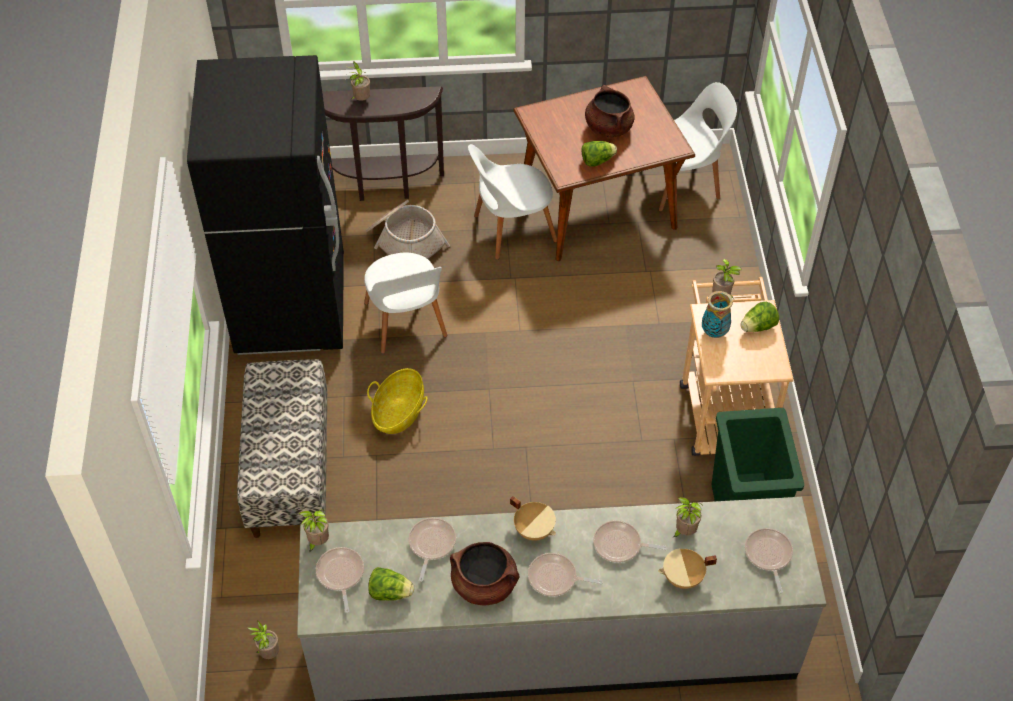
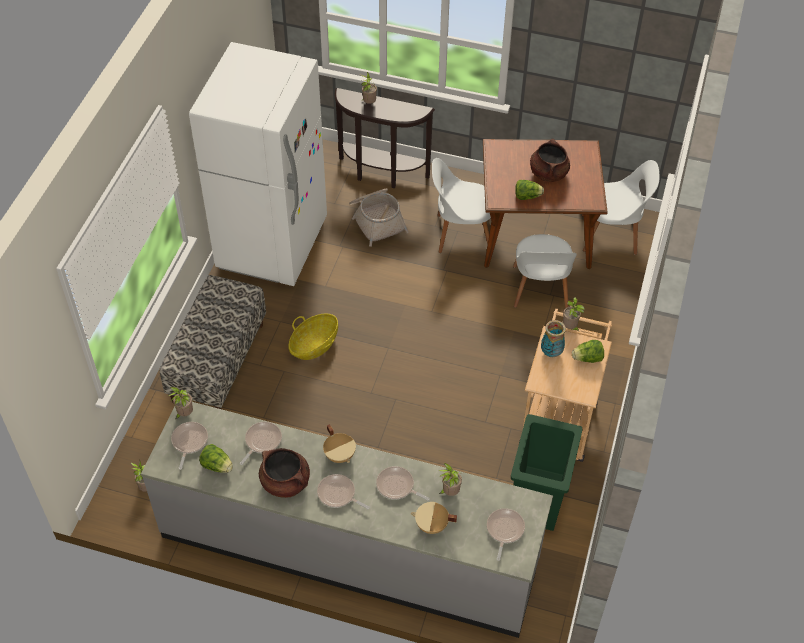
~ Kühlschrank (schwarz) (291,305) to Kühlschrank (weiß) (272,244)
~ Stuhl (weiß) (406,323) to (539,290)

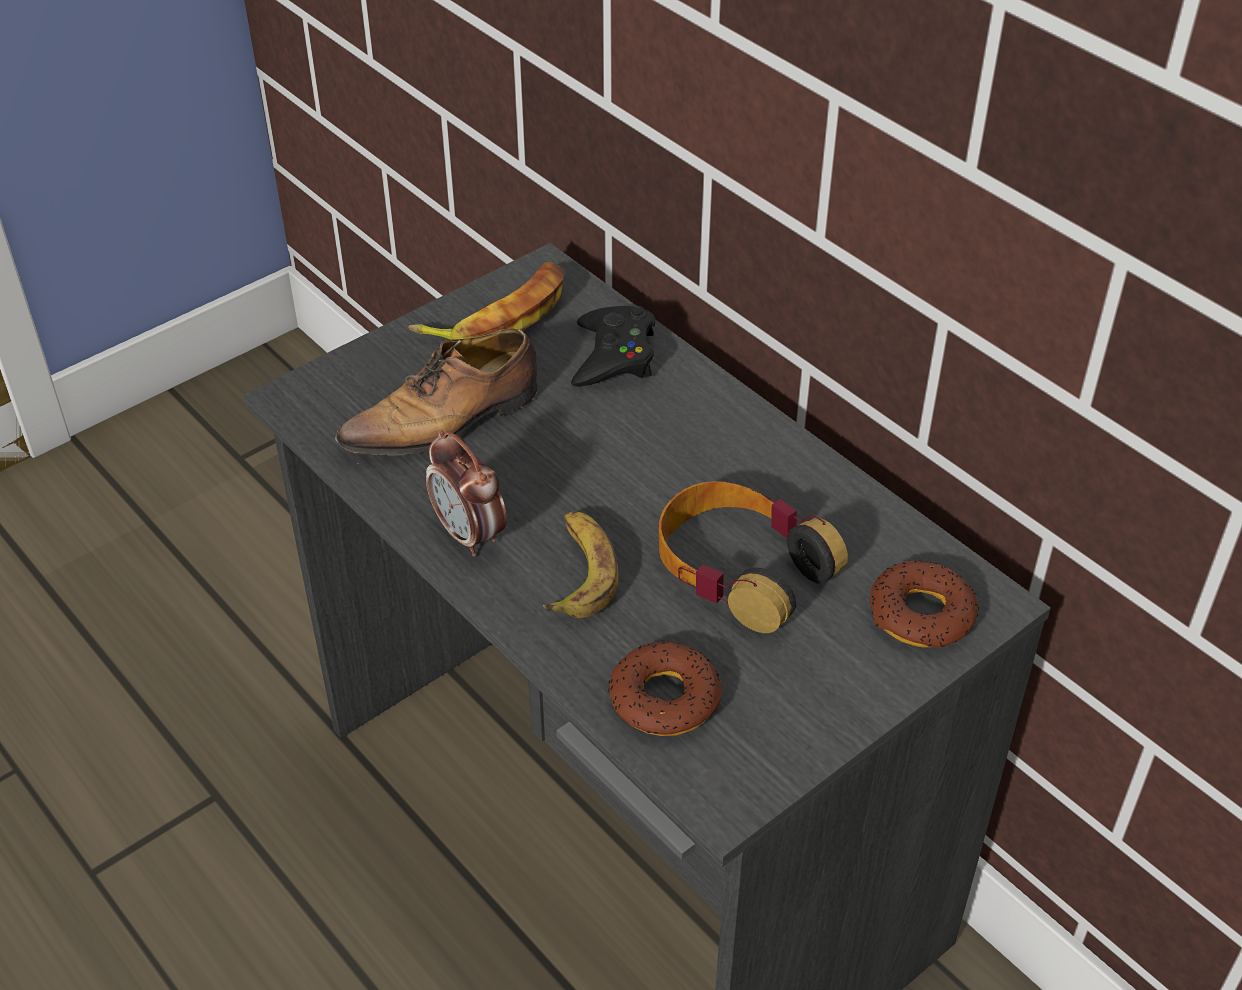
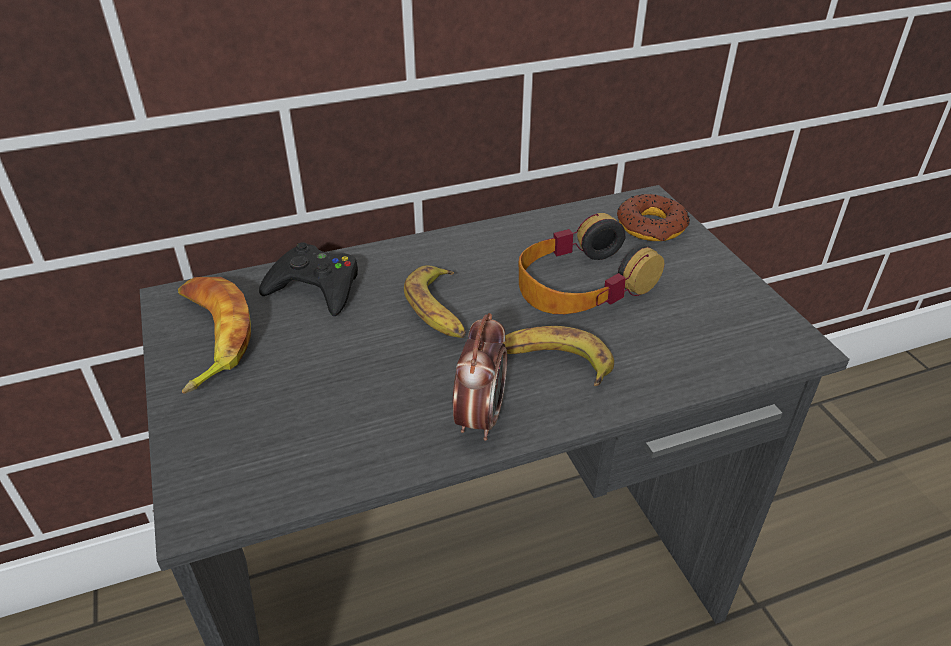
- Schuh (447,420)
~ Wecker (469,535) = (480,418) 60 degrees counterclockwise
- Donut (665,698)
+ Banane (439,310)

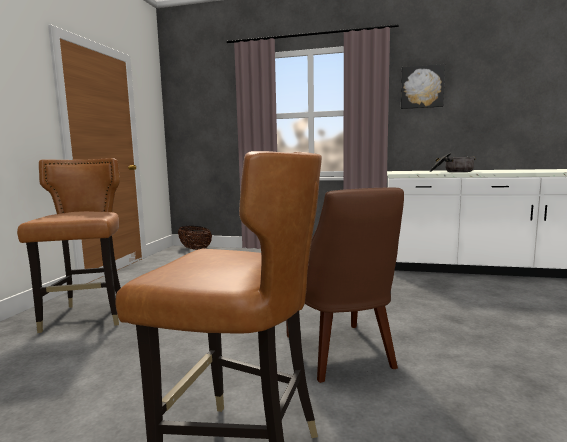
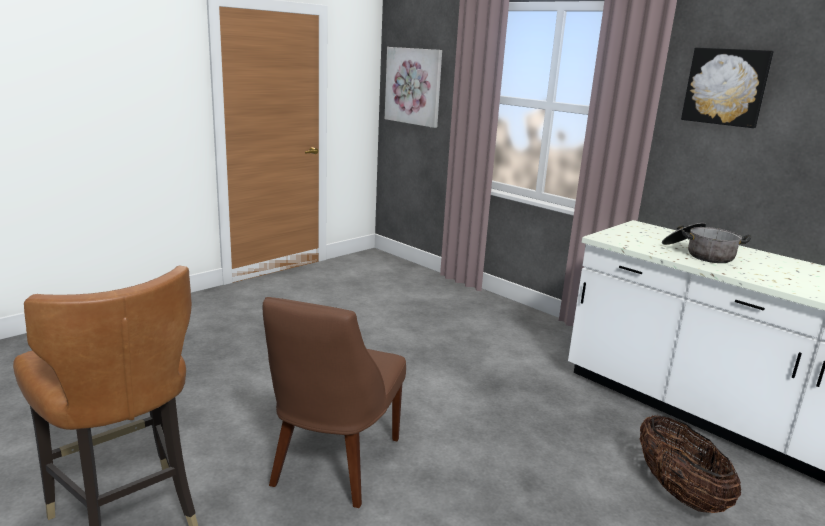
- Stuhl (braun) (88,317)
~ Korb (195,249) to (678,491)
+ Bild (413,86)

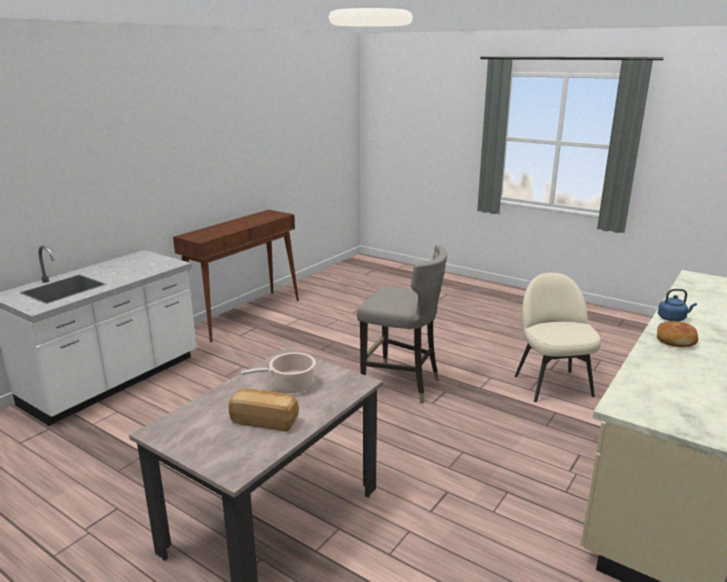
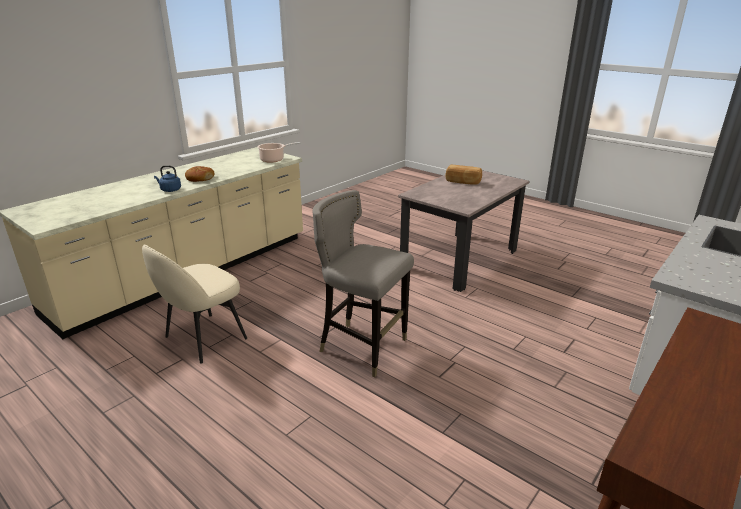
~ Kochtopf (290,385) to (274,159)
~ Stuhl (beige) (552,385) = (203,338) 45 degrees clockwise

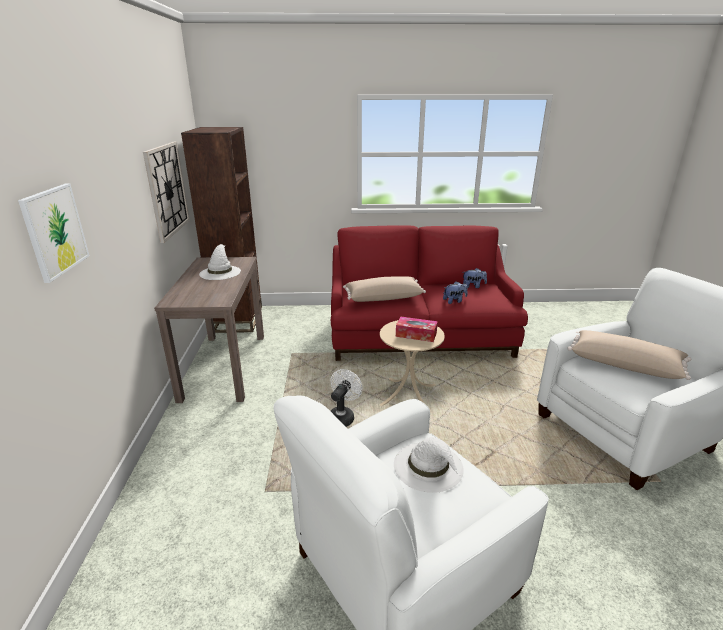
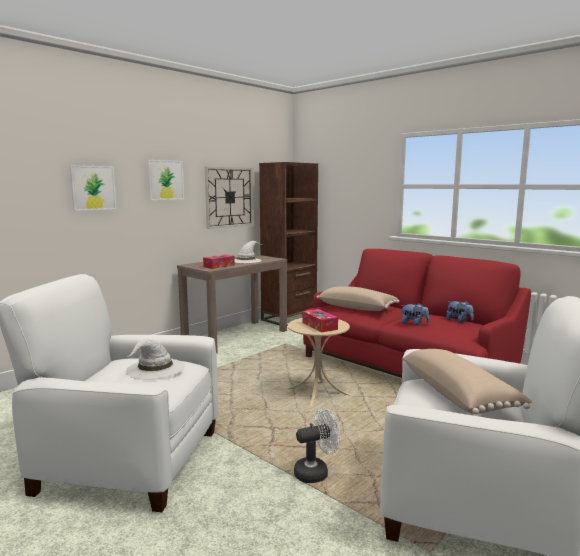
~ Ventilator (weiß) (343,416) to (316,472)
+ Bild (165,180)
+ Taschentuchbox (219,266)

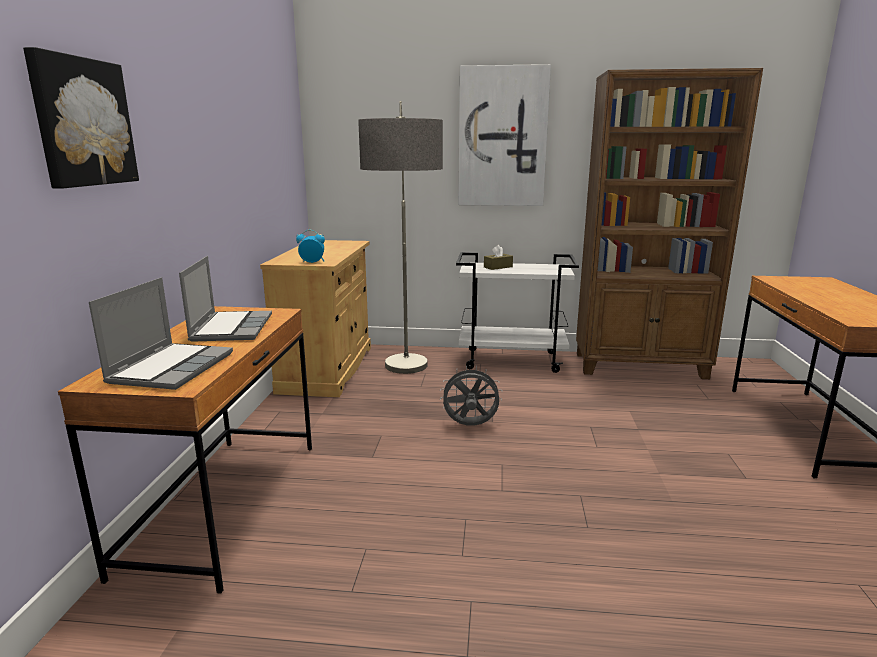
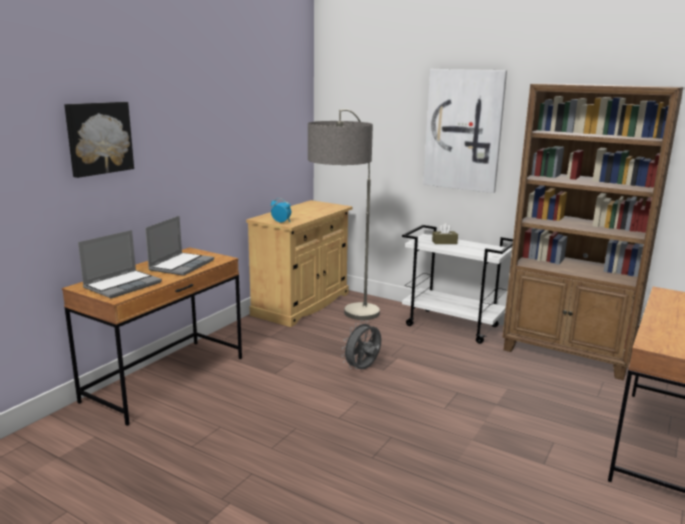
~ Ventilator (grau) (470,426) = (362,369) 75 degrees counterclockwise

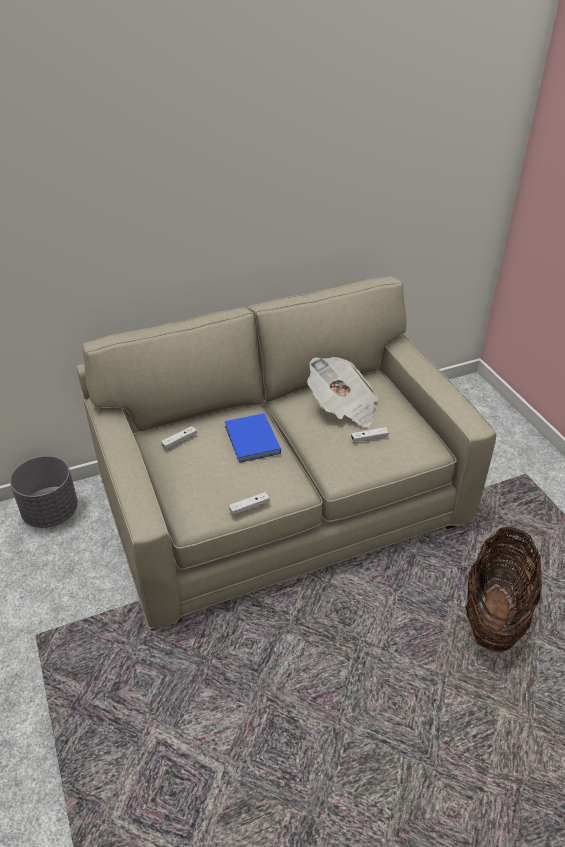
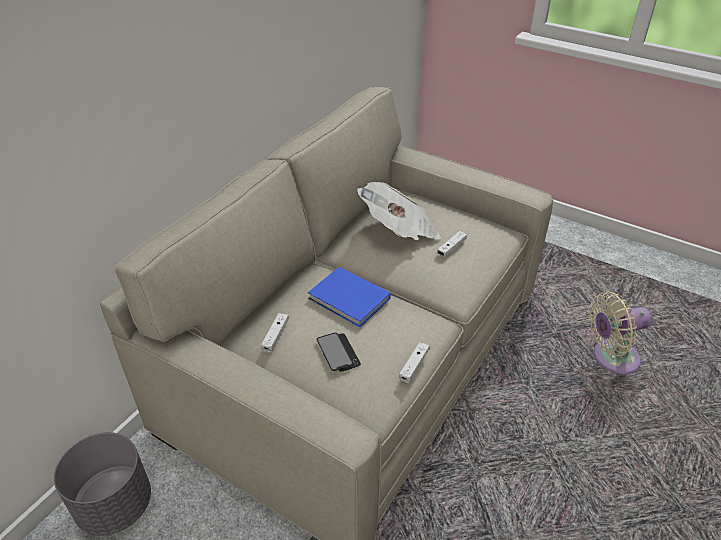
~ Korb (494,613) to Ventilator (beige) (611,358)
+ Handy (338,353)

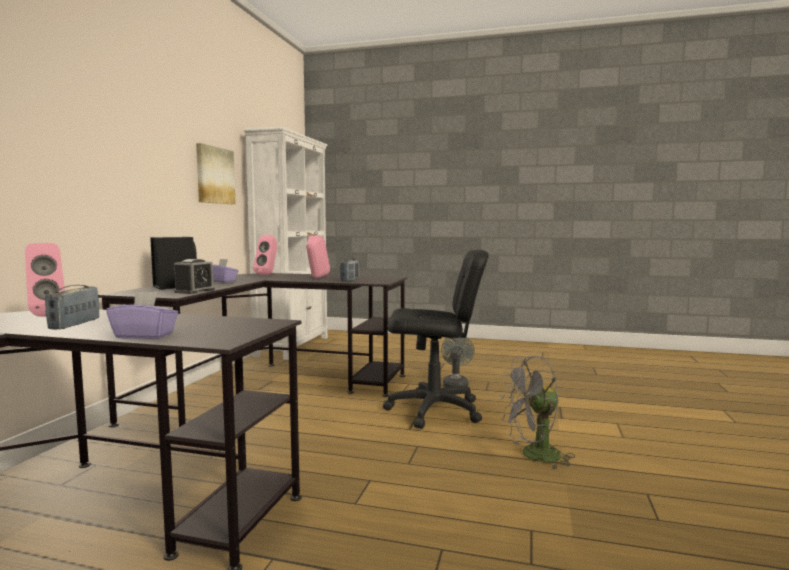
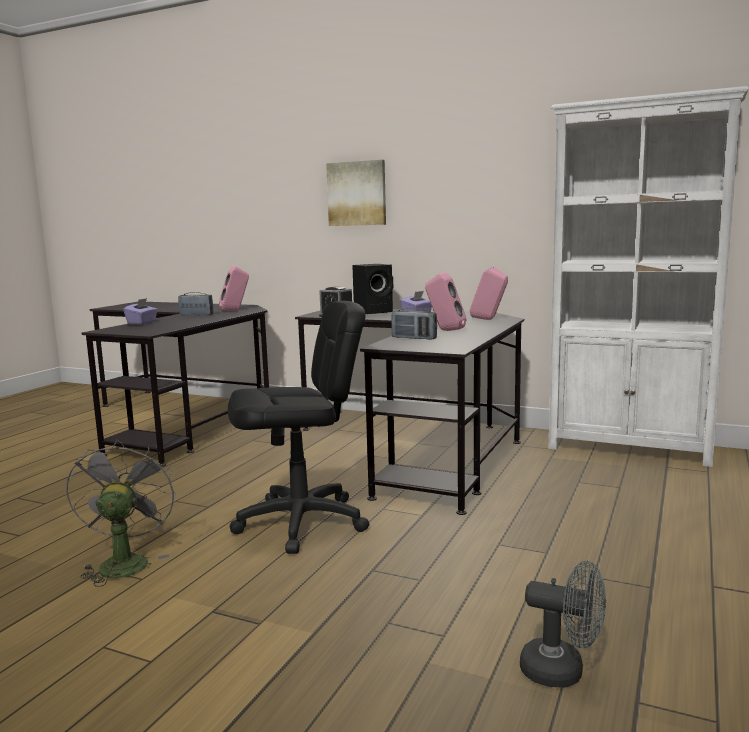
~ Bild (214,175) to (357,193)
~ Bürostuhl (schwarz) (434,410) = (301,523) 120 degrees counterclockwise
~ Ventilator (grau) (456,384) to (562,671)

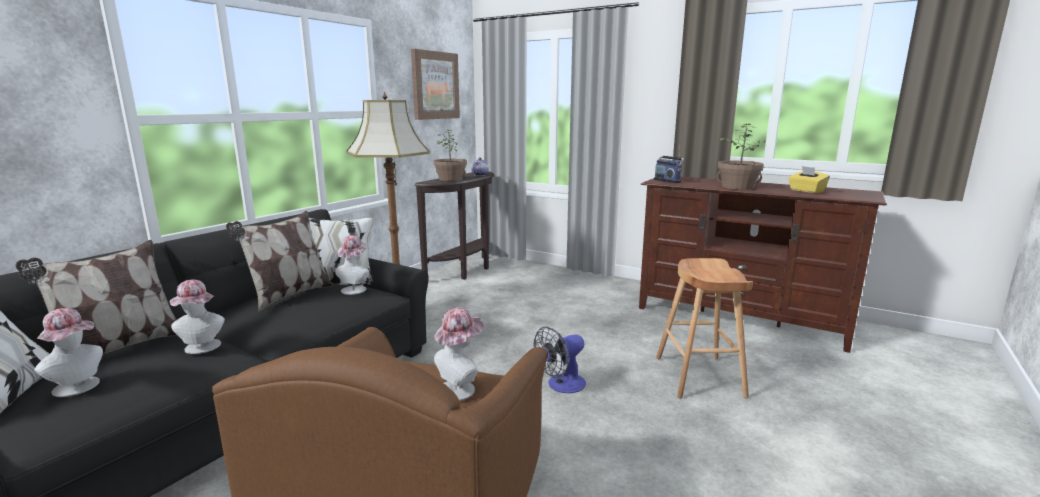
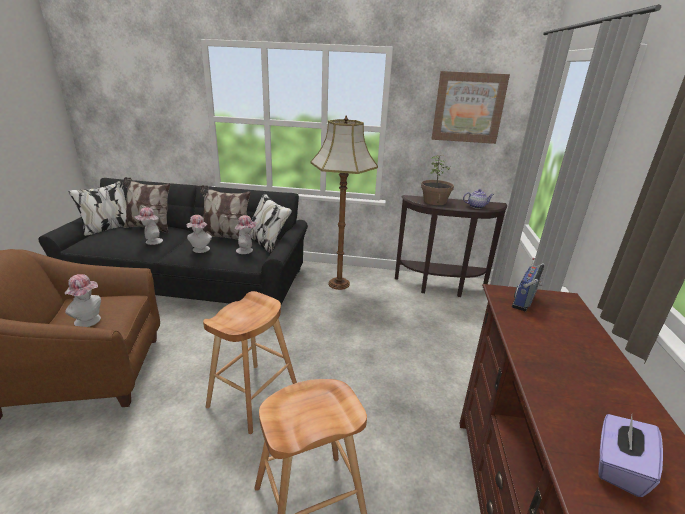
~ Hut (79,388) to (200,250)
~ Ventilator (561,385) to Hocker (braun) (253,396)
- Topfpflanze (737,187)
~ Taschentuchbox (gelb) (806,191) to Taschentuchbox (lila) (618,466)

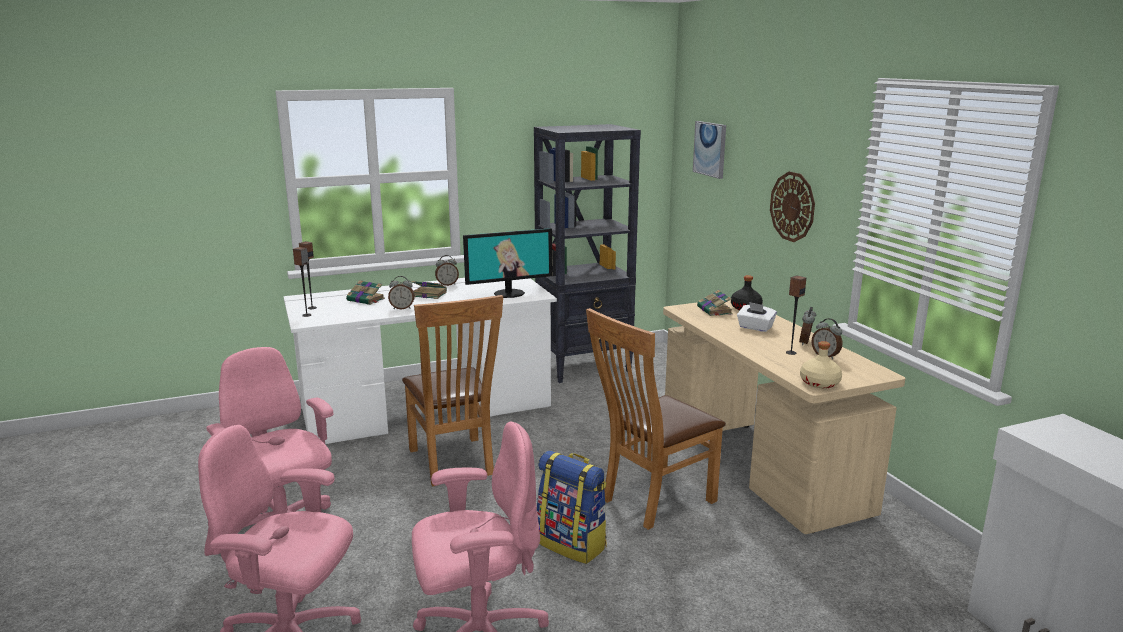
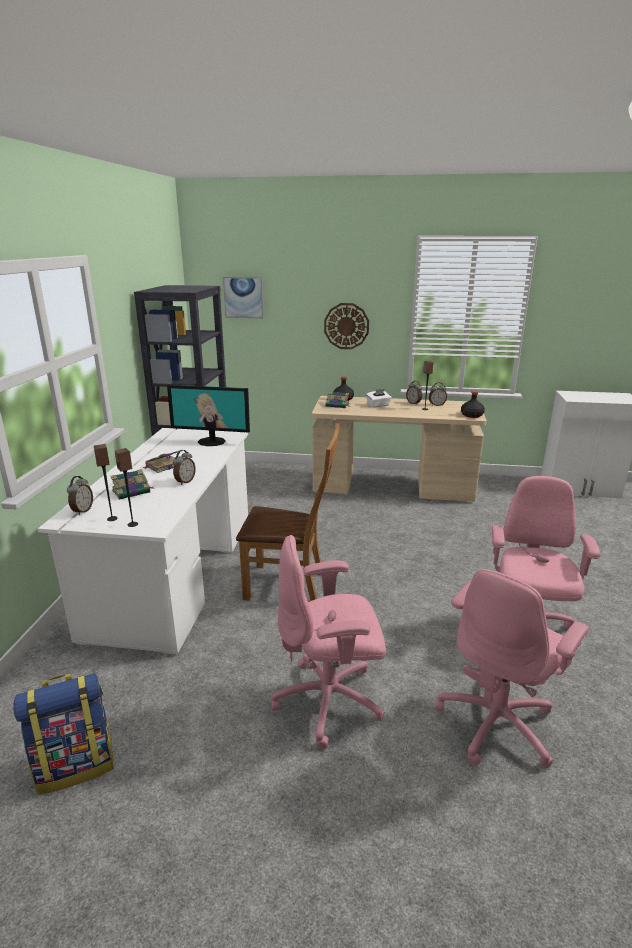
~ Wecker (447,284) to (82,511)
~ Monitor (509,293) = (212,441) 90 degrees clockwise
~ Rucksack (572,544) to (76,765)
- Stuhl (braun) (652,501)
~ Flasche (beige) (819,383) to Flasche (schwarz) (472,415)

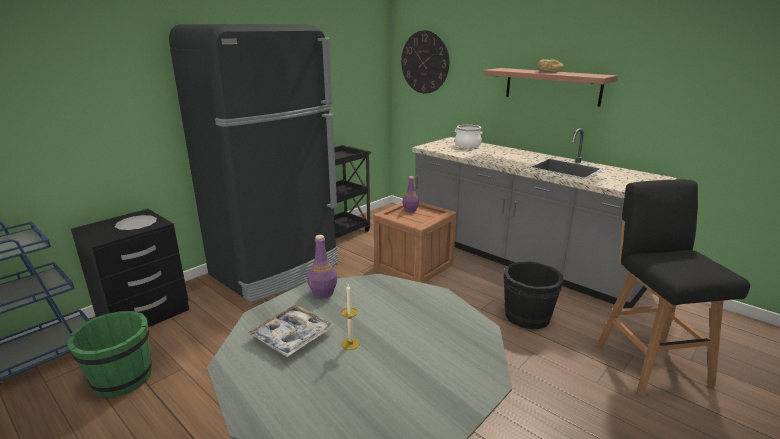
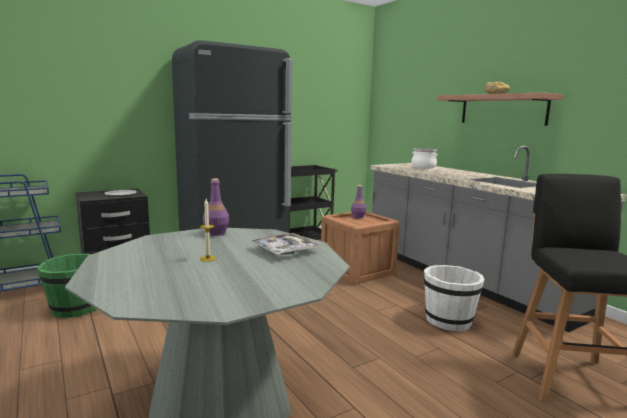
~ Tablett (292,336) to (285,250)
- Wanduhr (425,62)
~ Eimer (schwarz) (527,316) to Eimer (weiß) (448,321)

